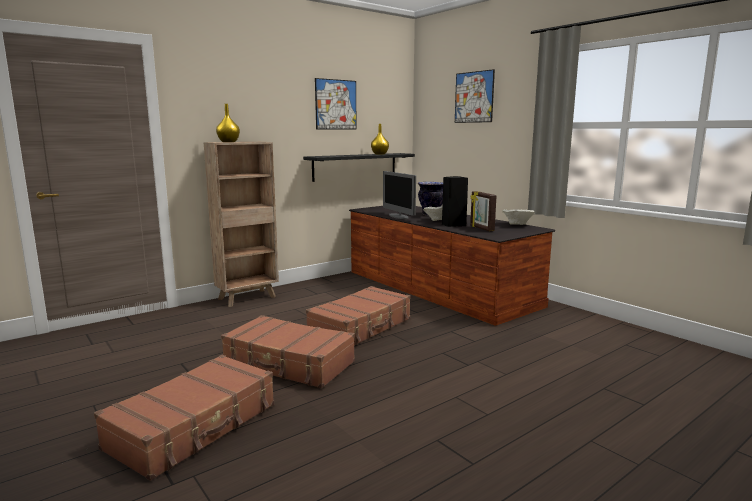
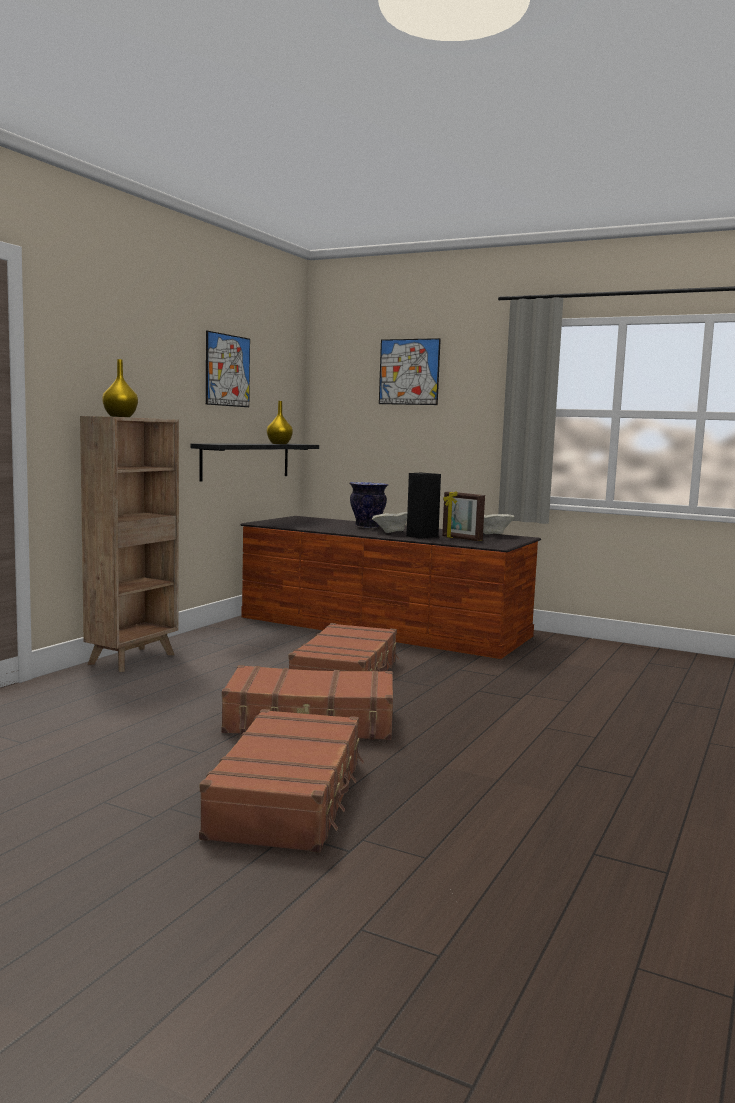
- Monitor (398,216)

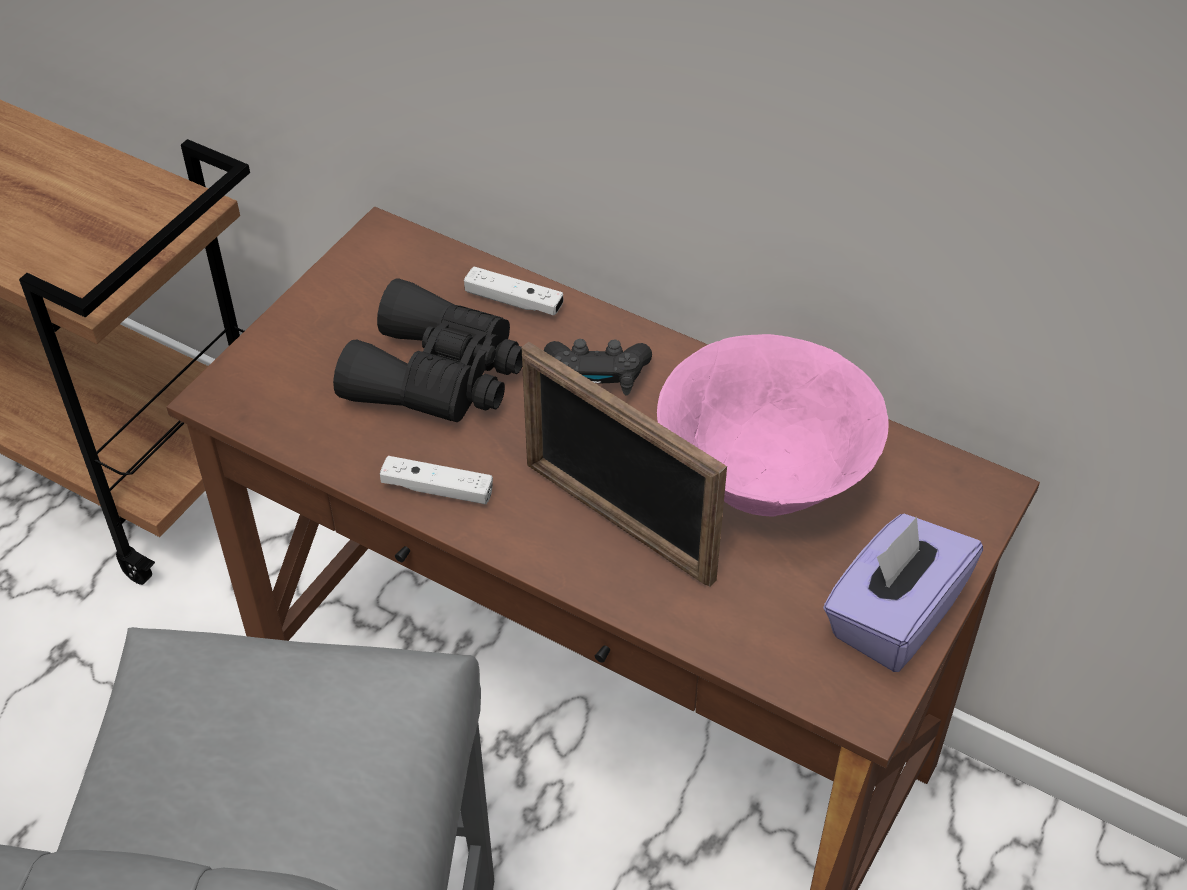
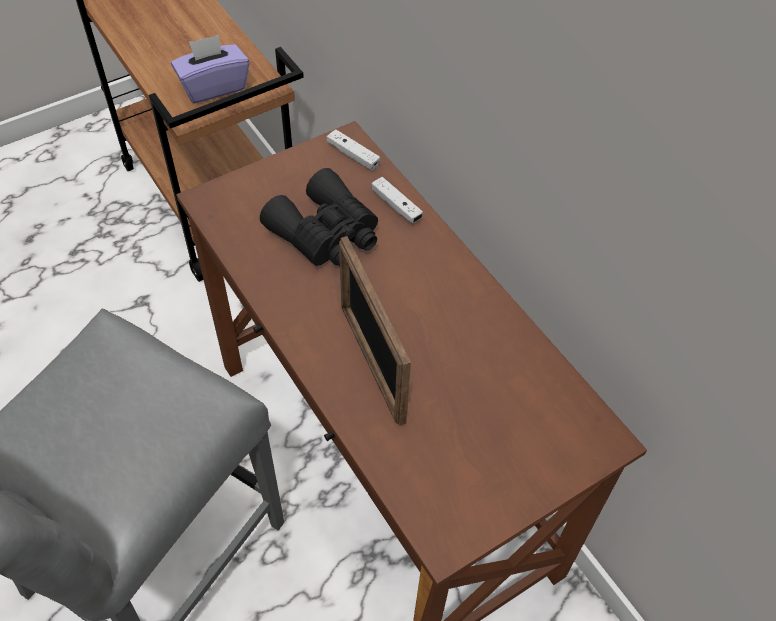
~ Gamepad (weiß) (437,489) to (353,155)
- Gamepad (schwarz) (597,378)
- Schüssel (rosa) (766,483)
~ Taschentuchbox (lila) (893,616) to (213,87)

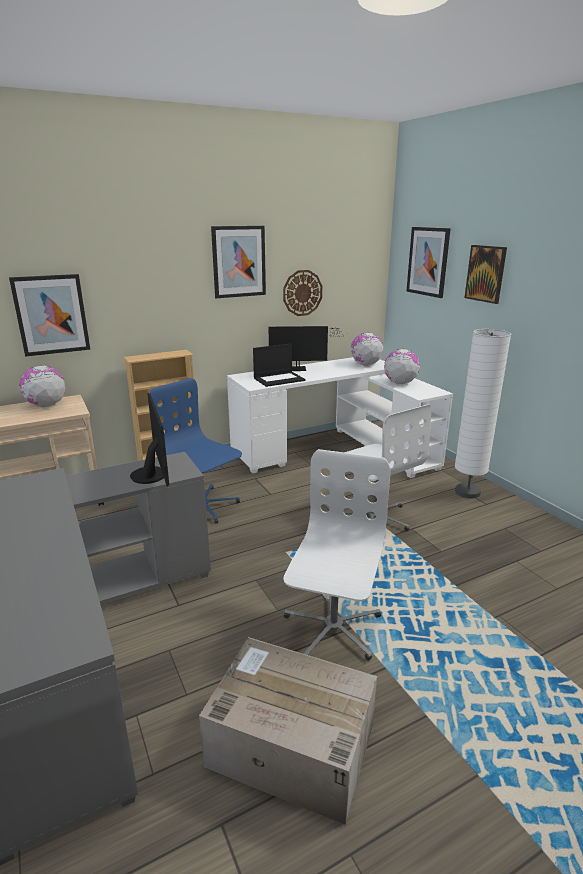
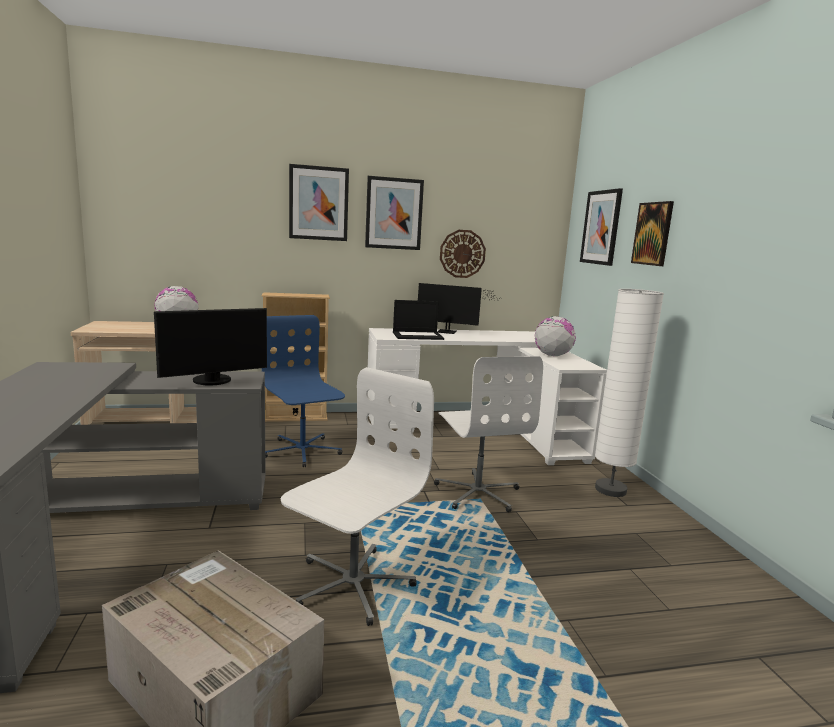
~ Bild (51,315) to (318,203)
~ Monitor (153,474) = (213,381) 60 degrees clockwise
- Globus (365,364)

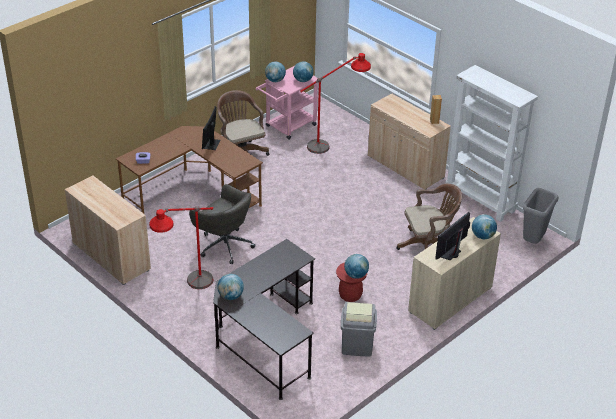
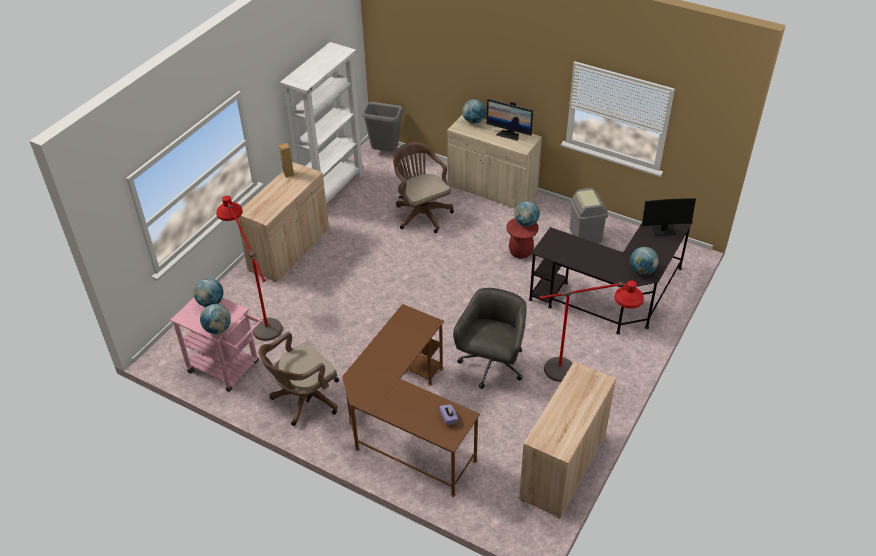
~ Monitor (211,144) to (663,230)

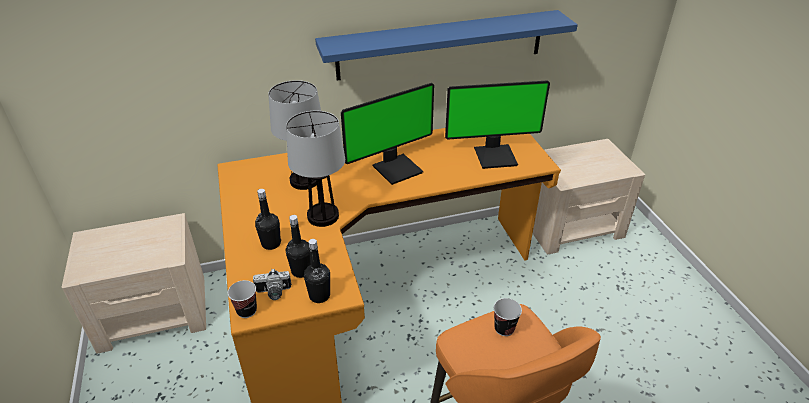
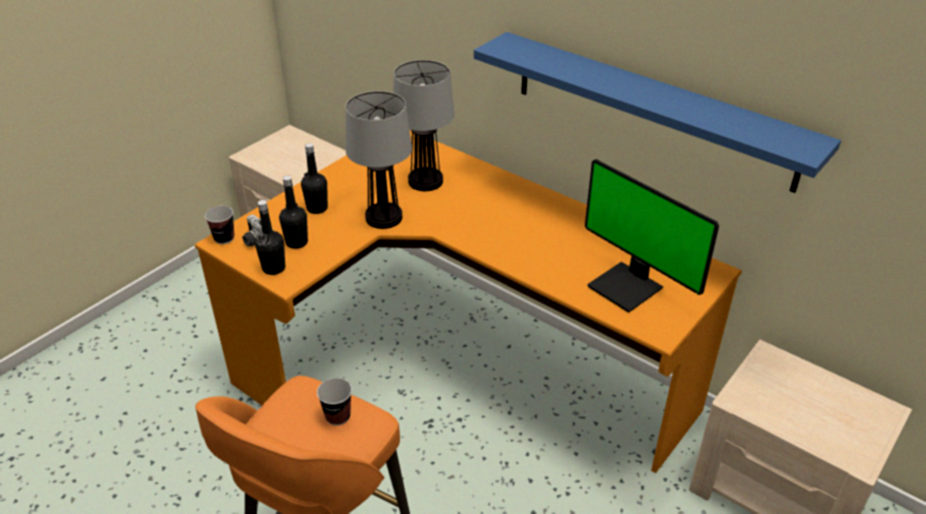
- Monitor (396,168)

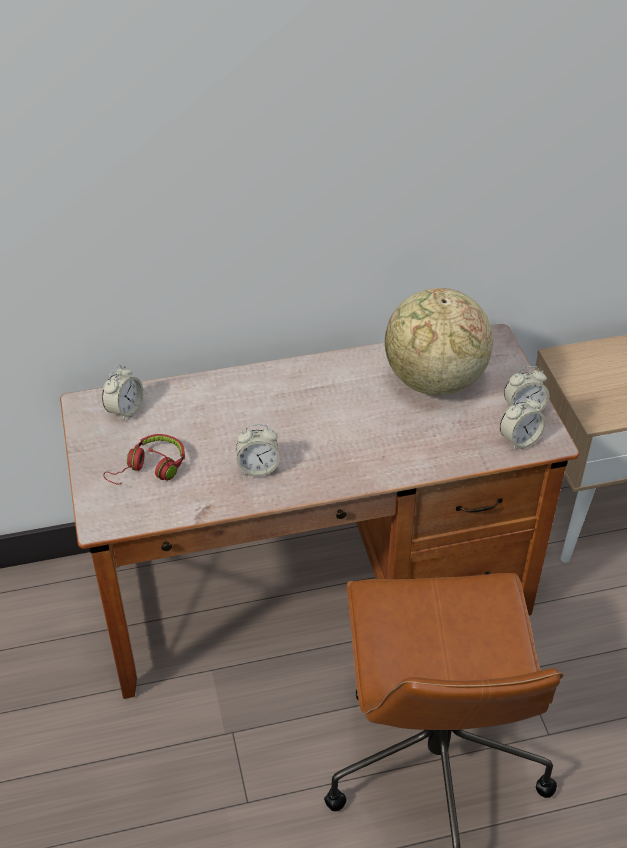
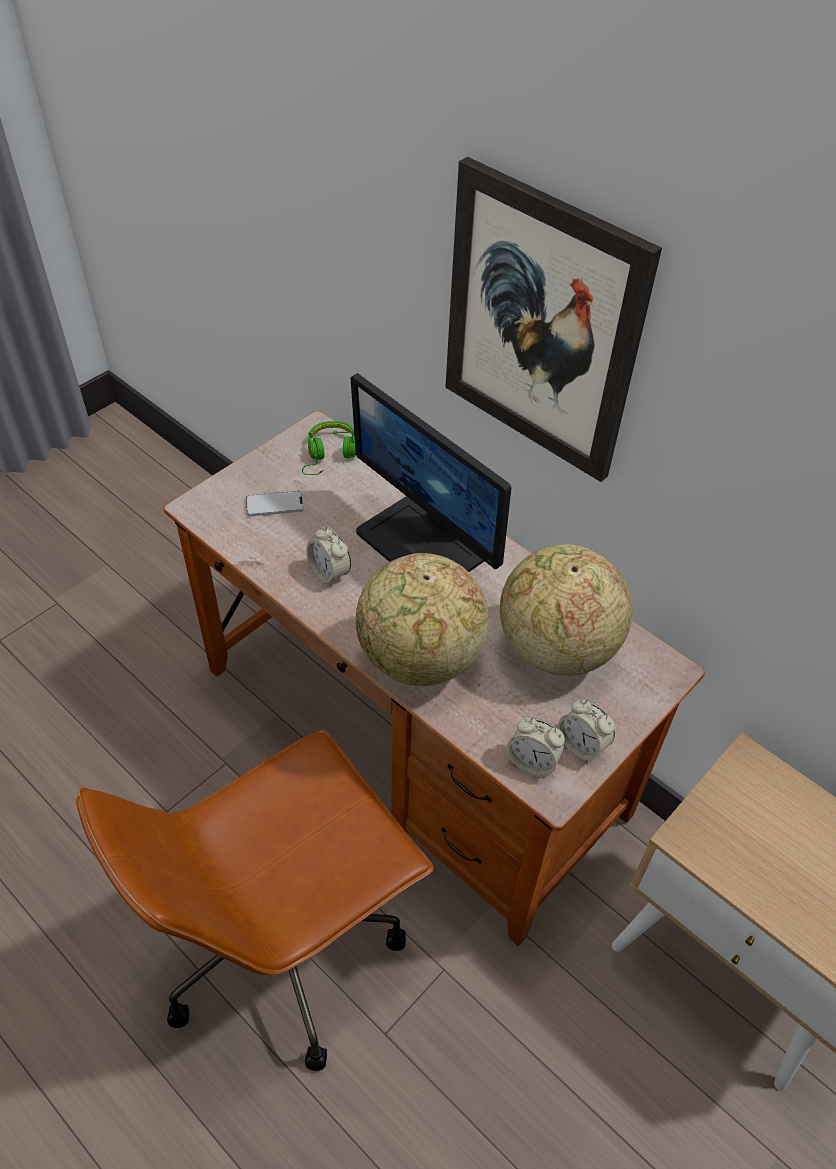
~ Wecker (125,410) to Kopfhörer (grün) (330,455)
~ Kopfhörer (rot) (150,469) to Handy (274,505)
+ Monitor (423,544)
+ Globus (419,659)
+ Bild (541,325)

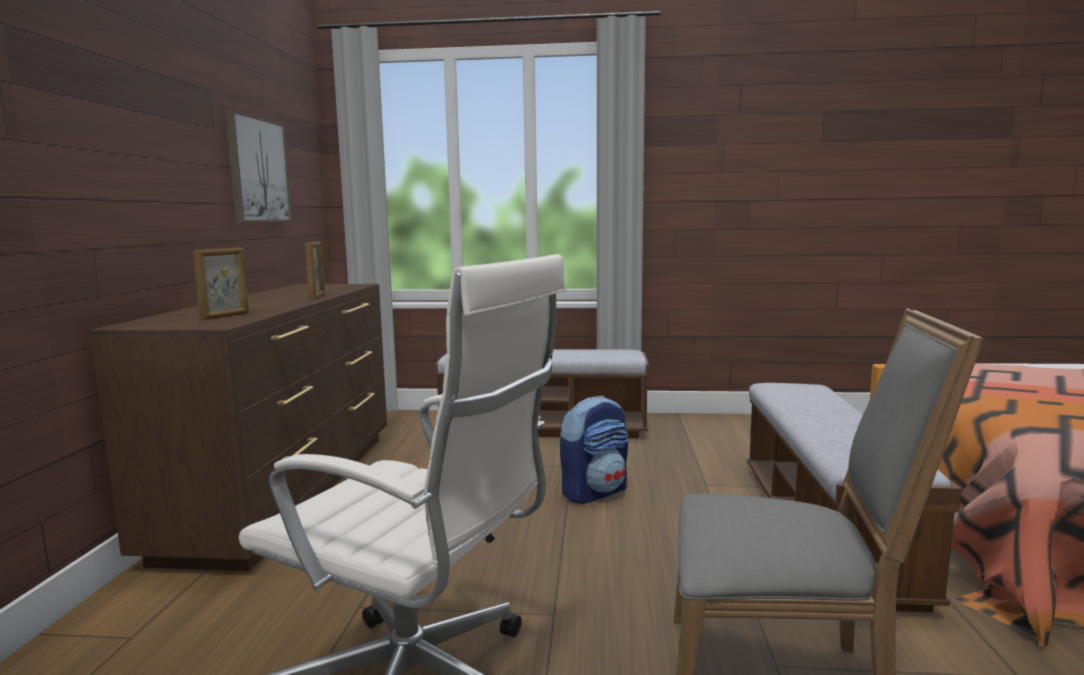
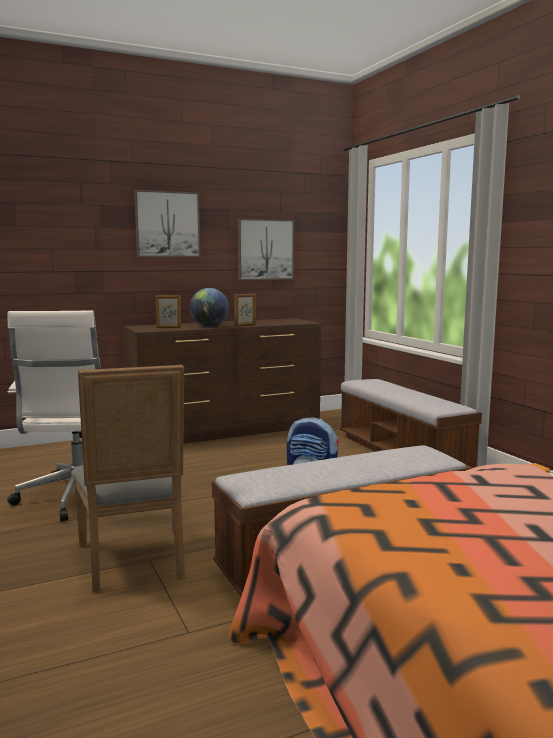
+ Bild (167,224)
+ Globus (209,326)

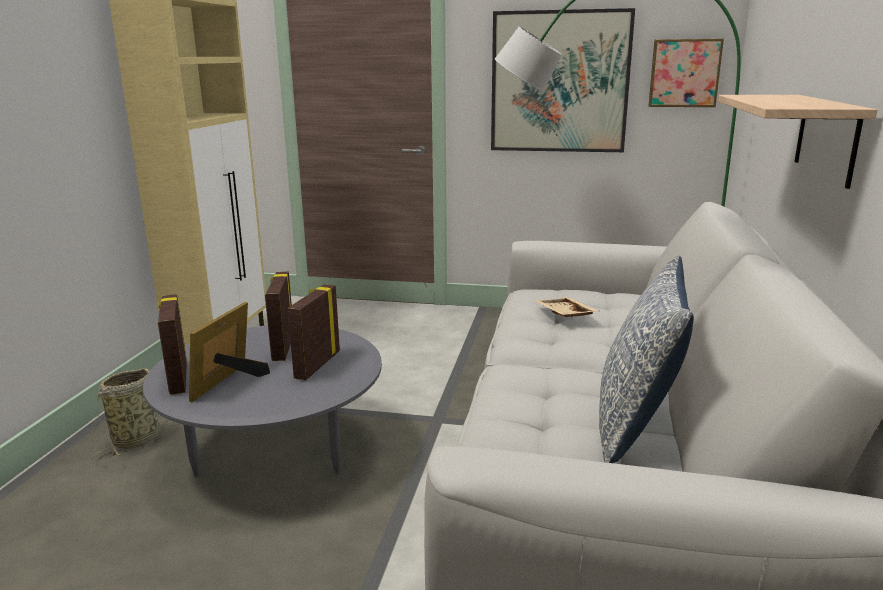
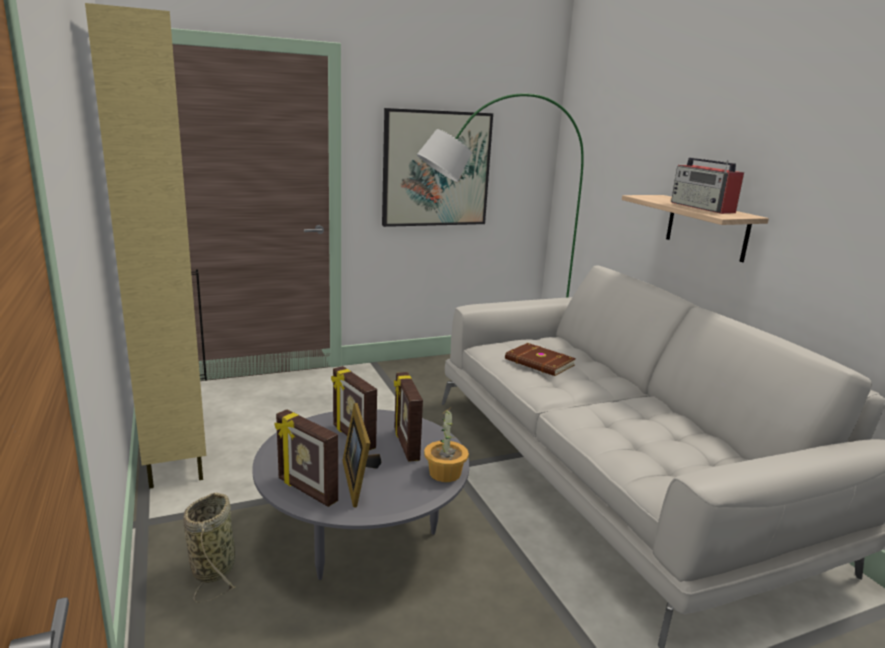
~ Tablett (beige) (563,315) to Buch (braun) (539,363)
- Kissen (636,423)
- Bild (684,73)
+ Topfpflanze (445,473)
+ Radio (702,208)

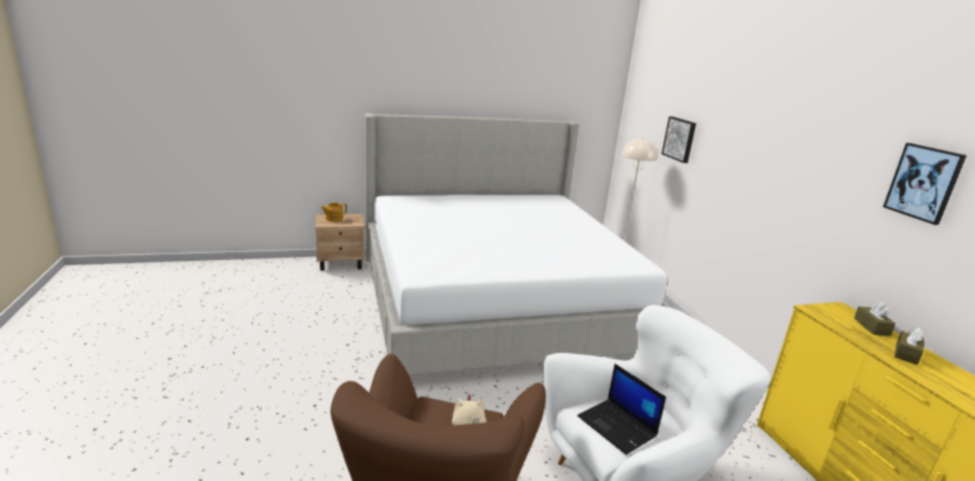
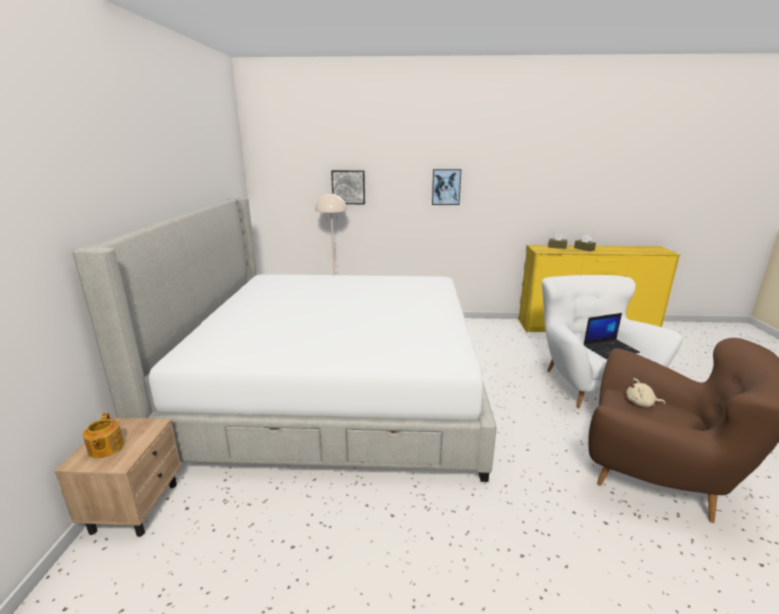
~ Bild (924,182) to (446,187)

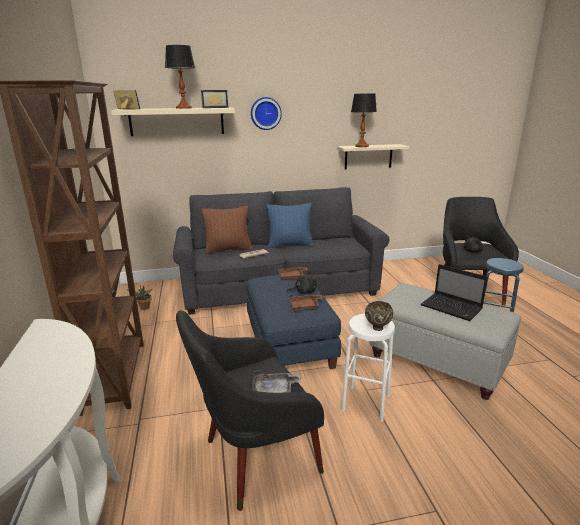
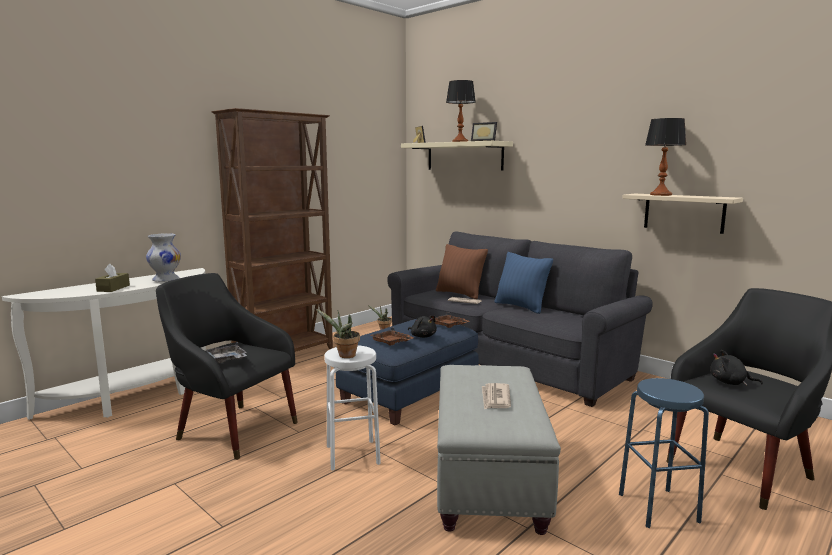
- Wanduhr (265,113)
~ Schüssel (braun) (377,327) to Topfpflanze (344,356)
~ Laptop (452,308) to Zeitung (495,398)
+ Taschentuchbox (braun) (113,288)
+ Vase (weiß) (165,279)

